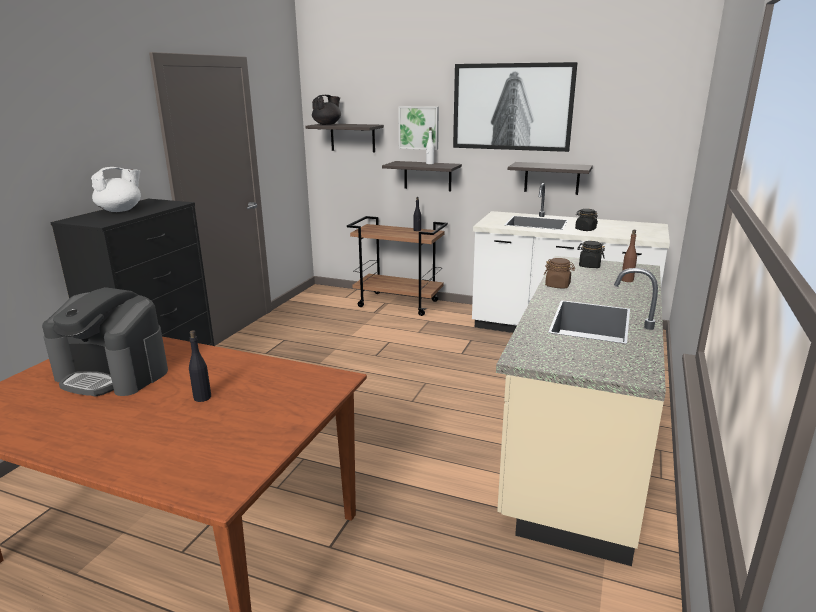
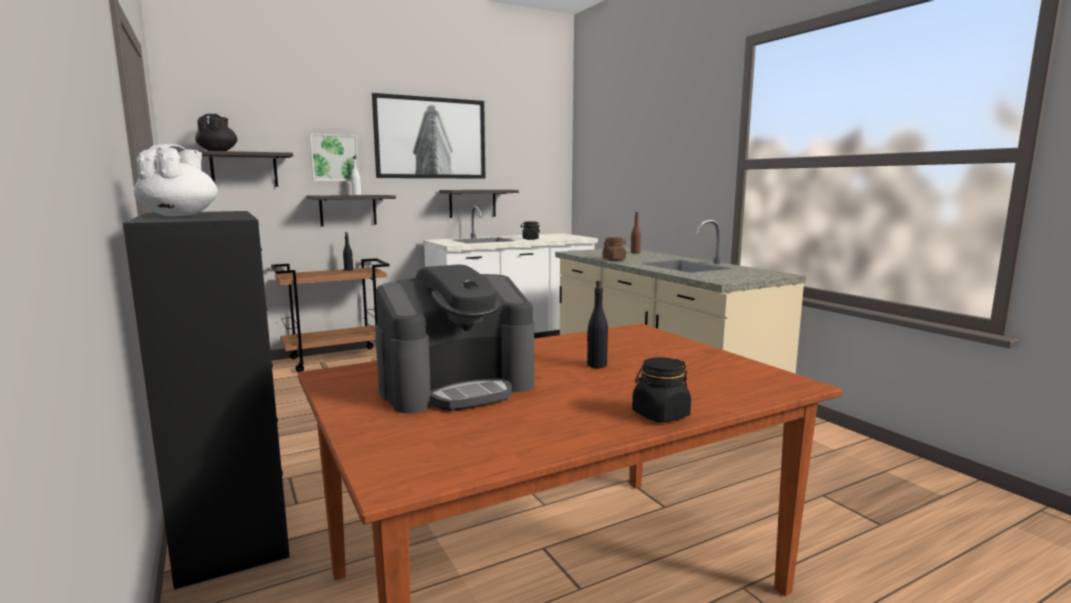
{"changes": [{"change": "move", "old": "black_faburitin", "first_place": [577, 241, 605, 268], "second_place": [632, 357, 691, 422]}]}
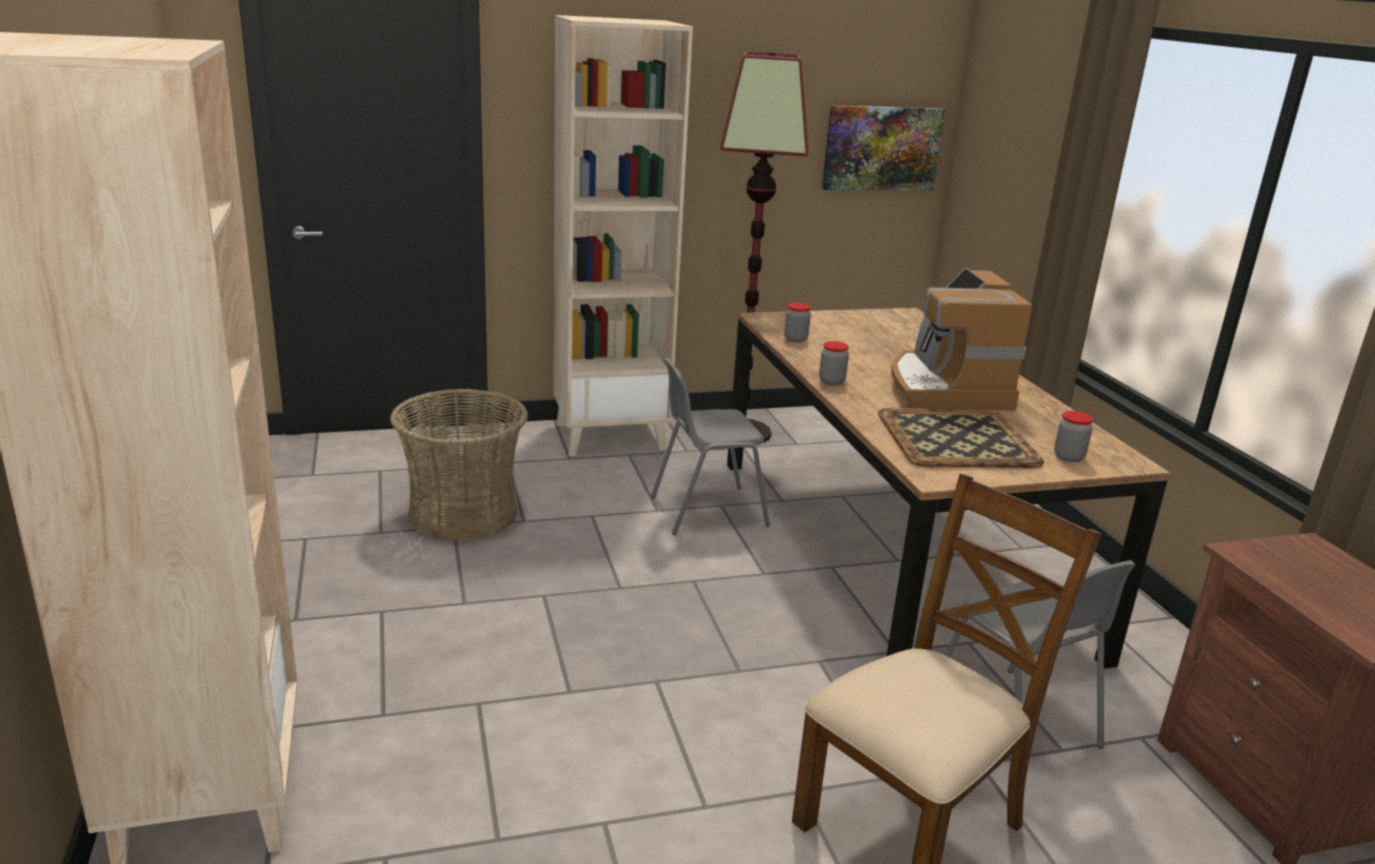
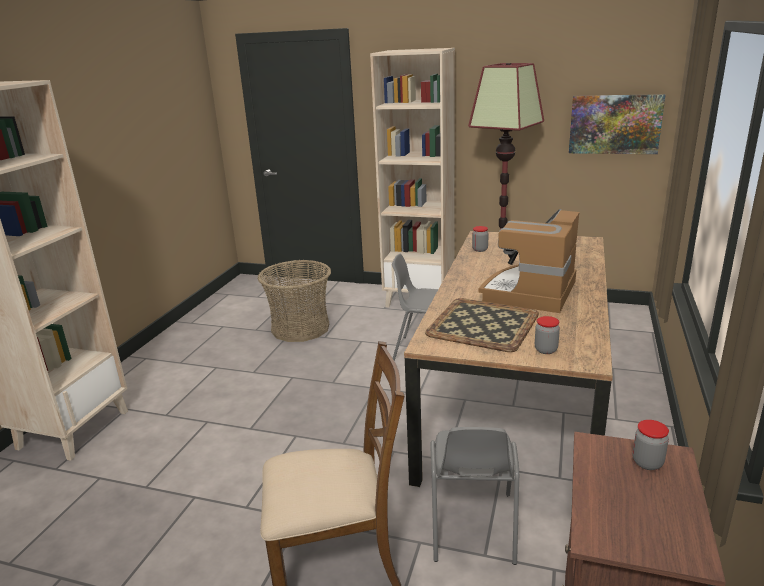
{"changes": [{"change": "move", "old": "faburitin", "first_place": [819, 341, 849, 385], "second_place": [633, 420, 669, 470]}]}
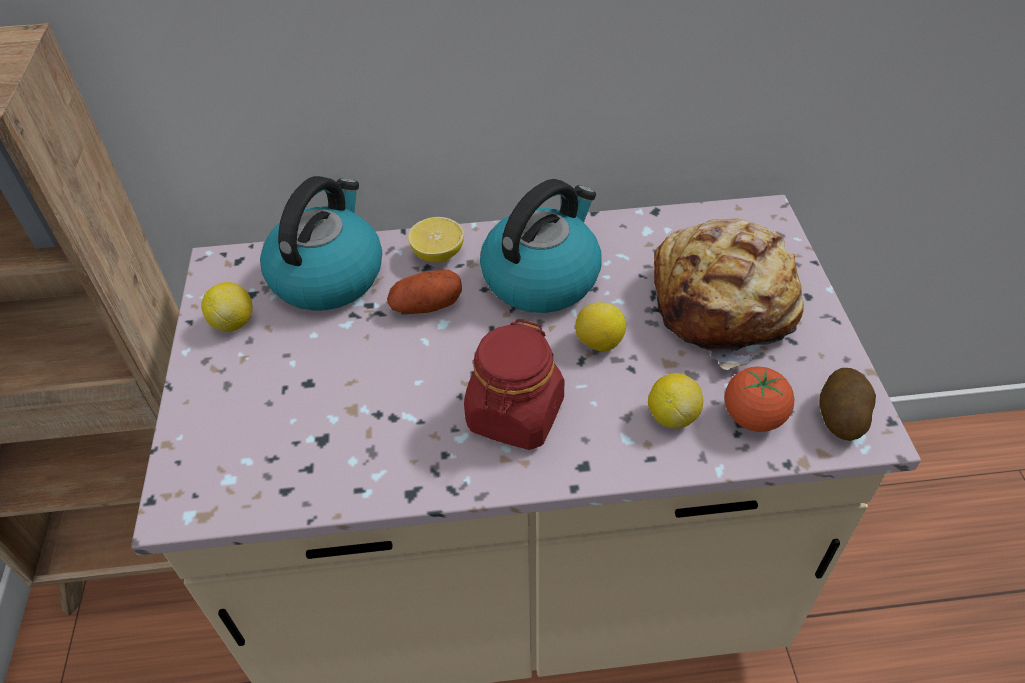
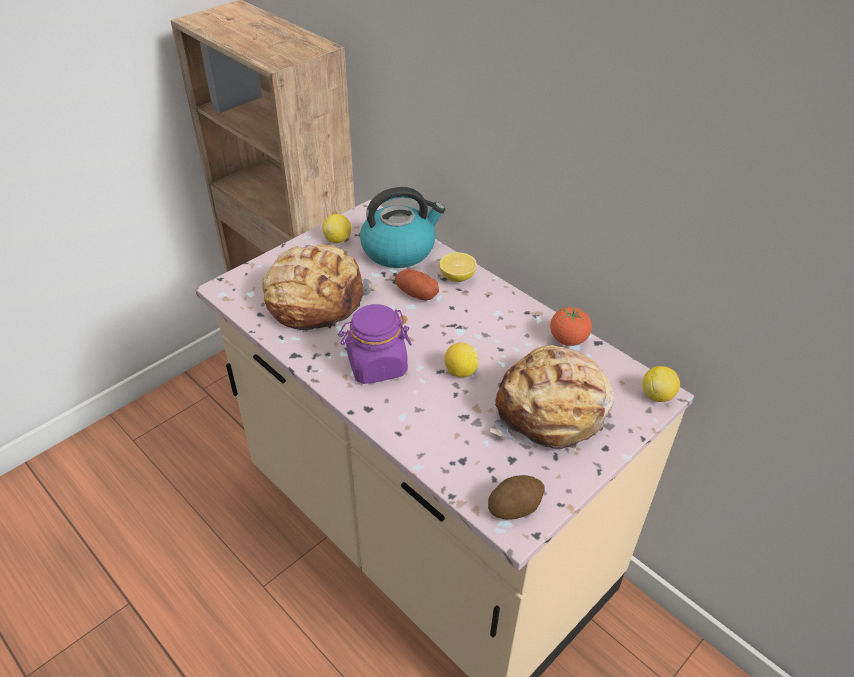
{"changes": [{"change": "delete", "old": "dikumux", "first_place": [480, 179, 601, 313]}, {"change": "insert", "new": "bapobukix", "second_place": [262, 244, 378, 331]}, {"change": "move", "old": "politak", "first_place": [648, 373, 703, 429], "second_place": [642, 366, 680, 402]}, {"change": "move", "old": "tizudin", "first_place": [724, 367, 795, 432], "second_place": [550, 307, 592, 346]}, {"change": "recolor", "old": "red_faburitin", "new": "purple_faburitin", "first_place": [464, 319, 564, 450], "second_place": [338, 304, 412, 384]}]}
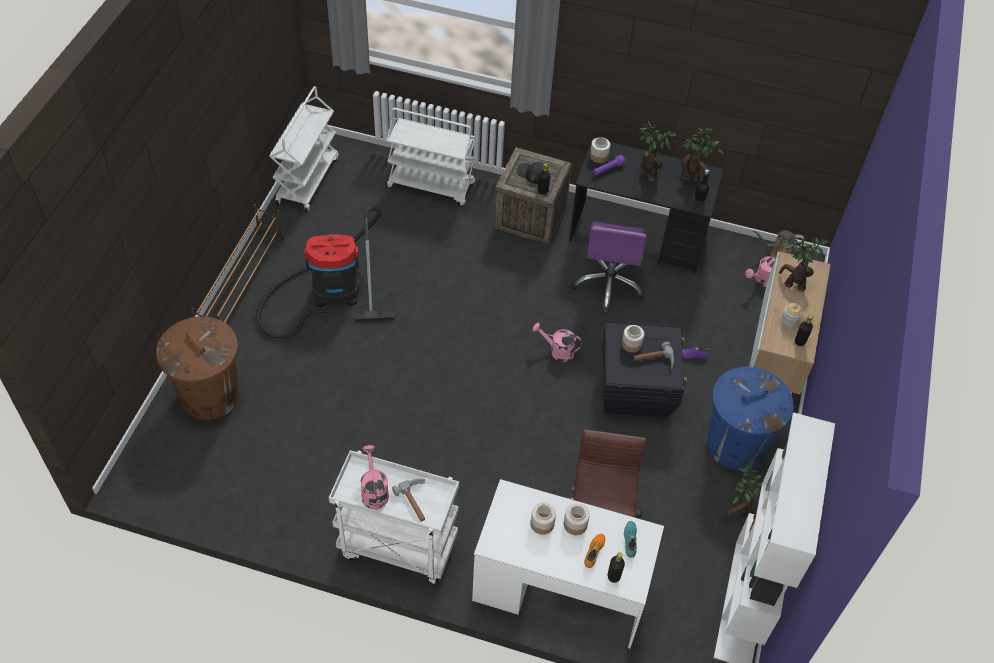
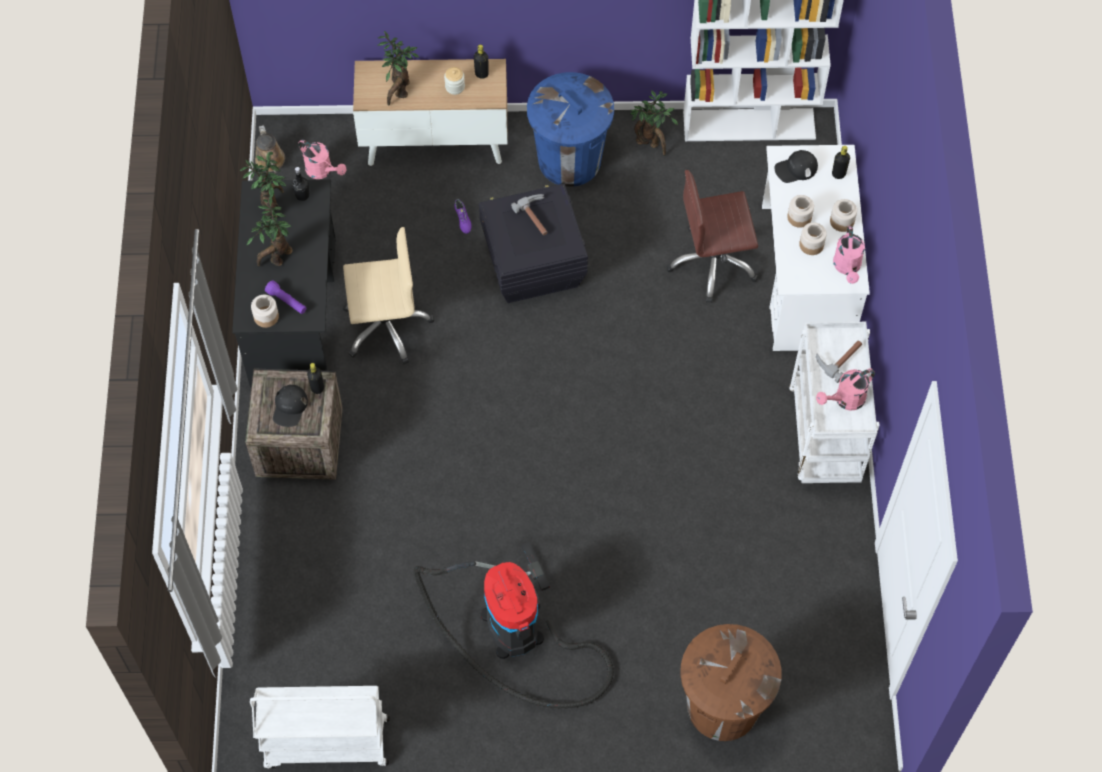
{"changes": [{"change": "delete", "old": "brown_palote", "first_place": [190, 204, 284, 323]}, {"change": "delete", "old": "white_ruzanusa", "first_place": [386, 108, 475, 206]}, {"change": "delete", "old": "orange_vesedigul", "first_place": [584, 534, 605, 568]}, {"change": "move", "old": "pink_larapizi", "first_place": [532, 323, 582, 362], "second_place": [833, 226, 865, 284]}, {"change": "move", "old": "faburitin", "first_place": [622, 325, 644, 353], "second_place": [830, 199, 857, 232]}, {"change": "replace", "old": "turquoise_vesedigul", "new": "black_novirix", "first_place": [624, 521, 637, 558], "second_place": [775, 150, 818, 183]}, {"change": "recolor", "old": "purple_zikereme", "new": "beige_zikereme", "first_place": [571, 222, 647, 313], "second_place": [342, 227, 434, 365]}]}
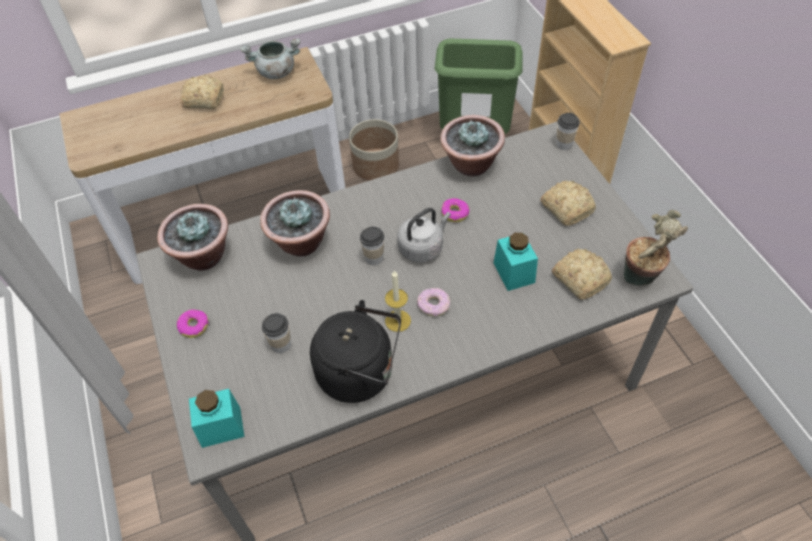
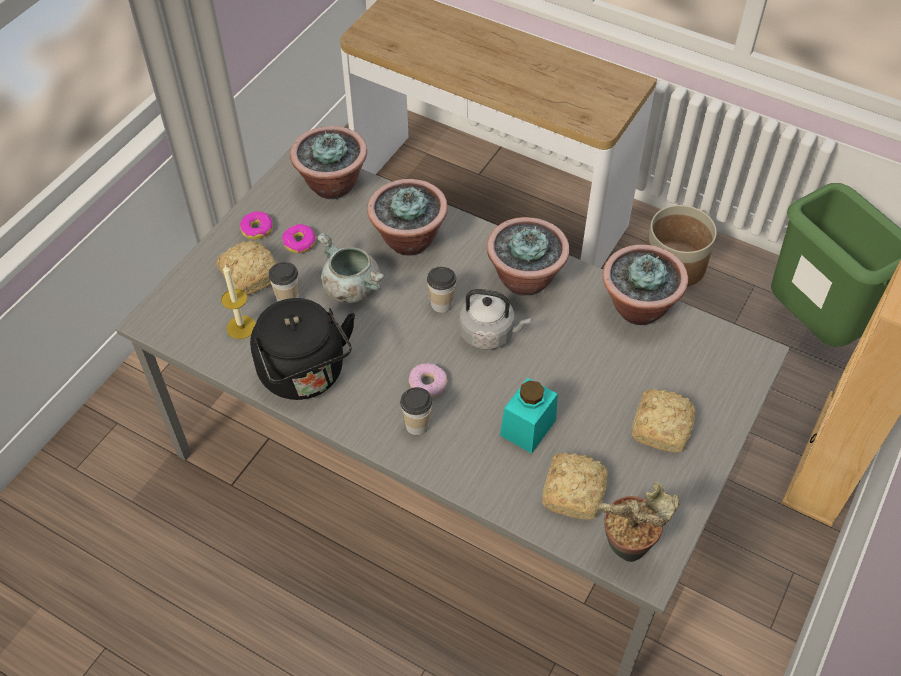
{"changes": [{"change": "delete", "old": "turquoise_faburitin", "first_place": [189, 389, 245, 448]}, {"change": "insert", "new": "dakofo", "second_place": [487, 217, 570, 296]}, {"change": "move", "old": "bapobukix", "first_place": [181, 75, 224, 109], "second_place": [216, 241, 277, 295]}, {"change": "move", "old": "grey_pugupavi", "first_place": [240, 38, 300, 79], "second_place": [316, 232, 385, 303]}, {"change": "move", "old": "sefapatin", "first_place": [385, 270, 411, 332], "second_place": [221, 265, 256, 339]}, {"change": "move", "old": "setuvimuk", "first_place": [441, 198, 470, 222], "second_place": [282, 224, 316, 253]}, {"change": "move", "old": "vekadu", "first_place": [556, 113, 580, 150], "second_place": [400, 387, 432, 435]}]}
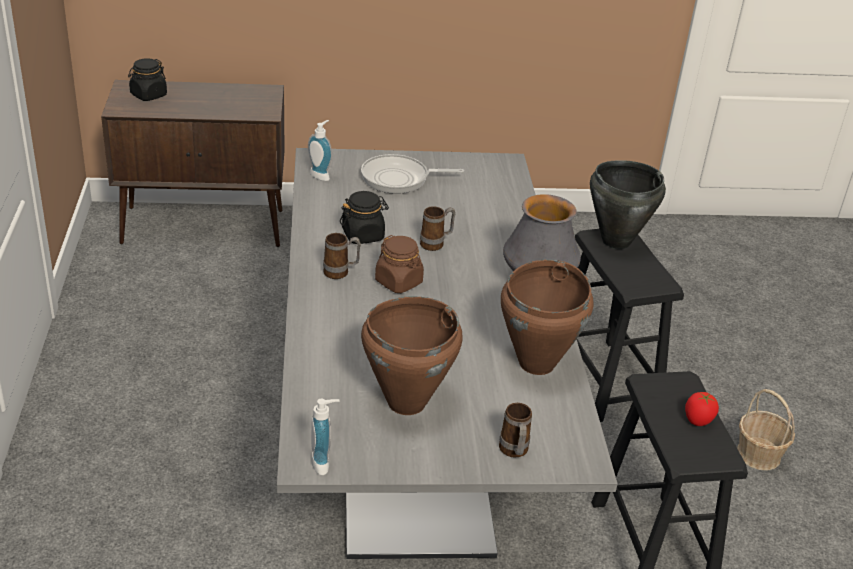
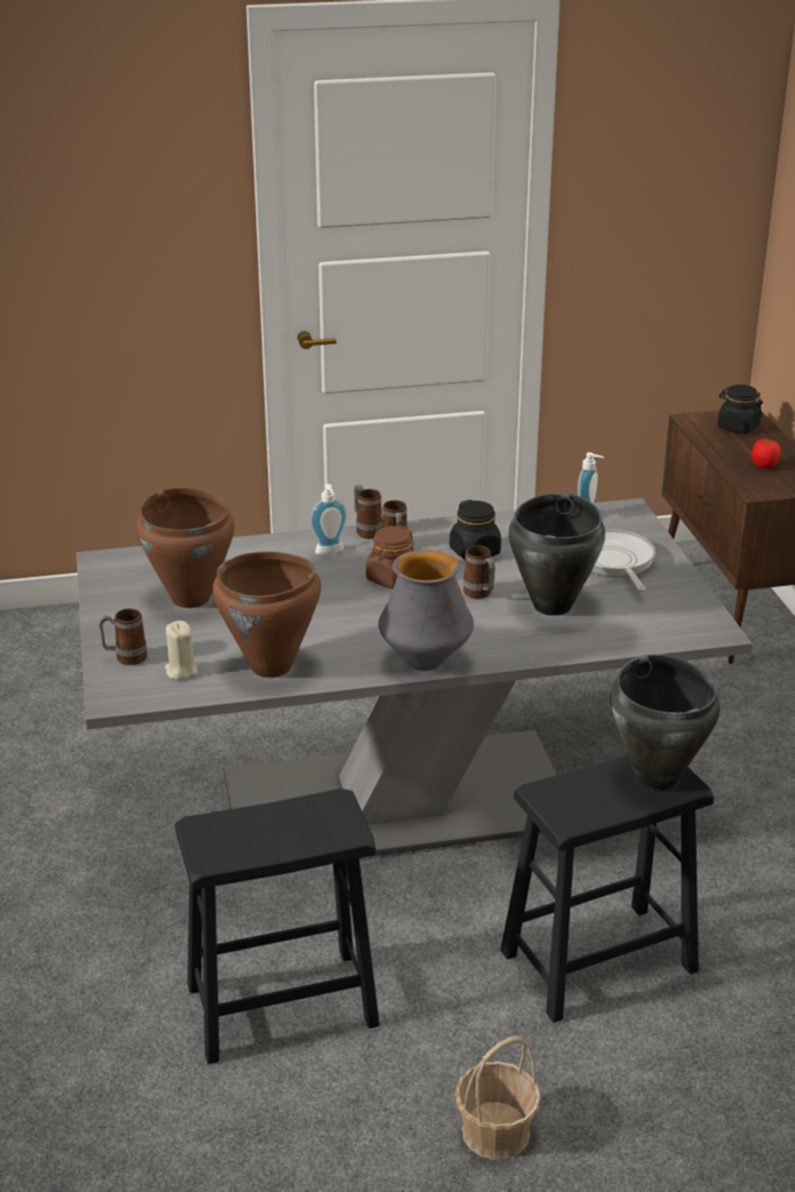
{"changes": [{"change": "insert", "new": "beige_sefapatin", "second_place": [165, 621, 197, 680]}, {"change": "insert", "new": "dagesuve", "second_place": [354, 485, 383, 539]}, {"change": "insert", "new": "black_pugupavi", "second_place": [508, 493, 605, 616]}, {"change": "move", "old": "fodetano", "first_place": [311, 399, 340, 475], "second_place": [310, 484, 347, 555]}, {"change": "move", "old": "tizudin", "first_place": [685, 392, 719, 426], "second_place": [752, 439, 781, 468]}]}
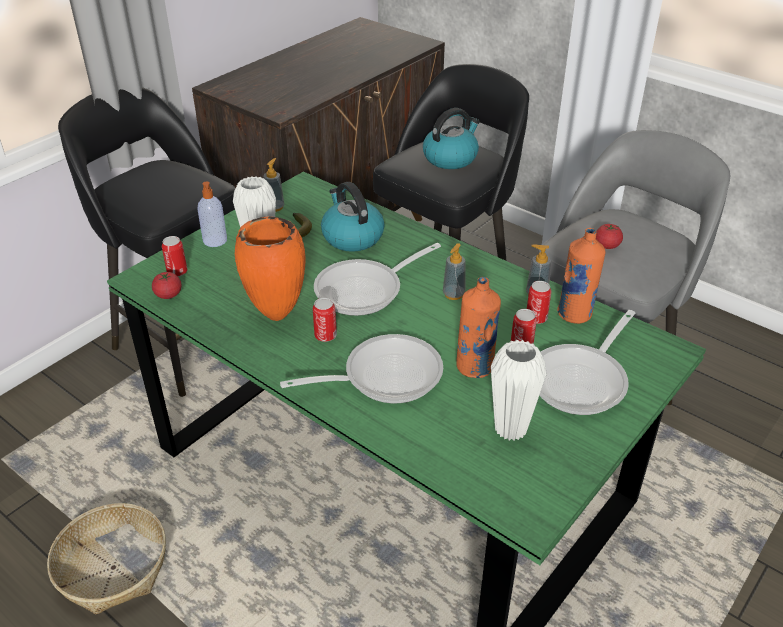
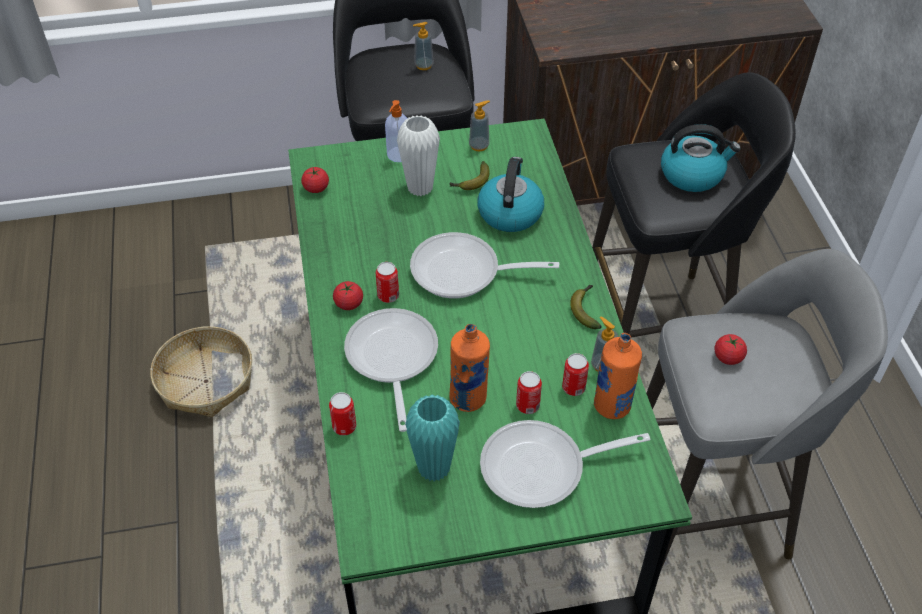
{"changes": [{"change": "delete", "old": "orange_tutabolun", "first_place": [235, 216, 306, 321]}, {"change": "insert", "new": "tizudin", "second_place": [333, 281, 363, 310]}, {"change": "insert", "new": "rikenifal", "second_place": [570, 285, 602, 329]}, {"change": "move", "old": "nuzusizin", "first_place": [162, 236, 187, 277], "second_place": [329, 392, 356, 435]}, {"change": "move", "old": "fodetano", "first_place": [443, 243, 466, 300], "second_place": [413, 22, 434, 70]}, {"change": "recolor", "old": "white_tutabolun", "new": "turquoise_tutabolun", "first_place": [491, 340, 547, 441], "second_place": [405, 395, 460, 482]}, {"change": "rotate", "old": "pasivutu", "first_place": [280, 334, 443, 403], "second_place": [344, 308, 438, 432], "degrees": -120}]}
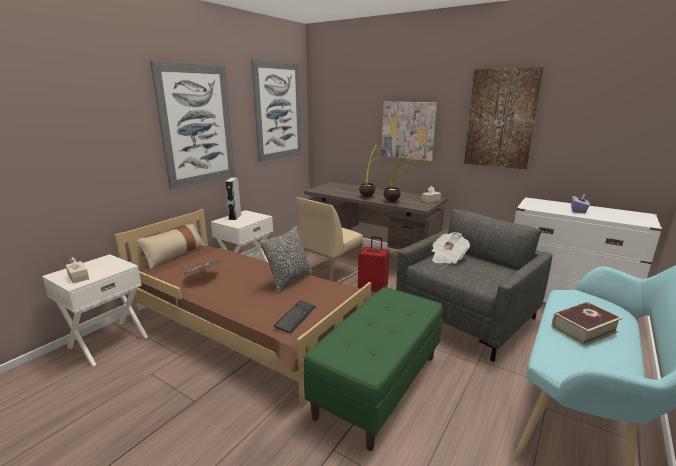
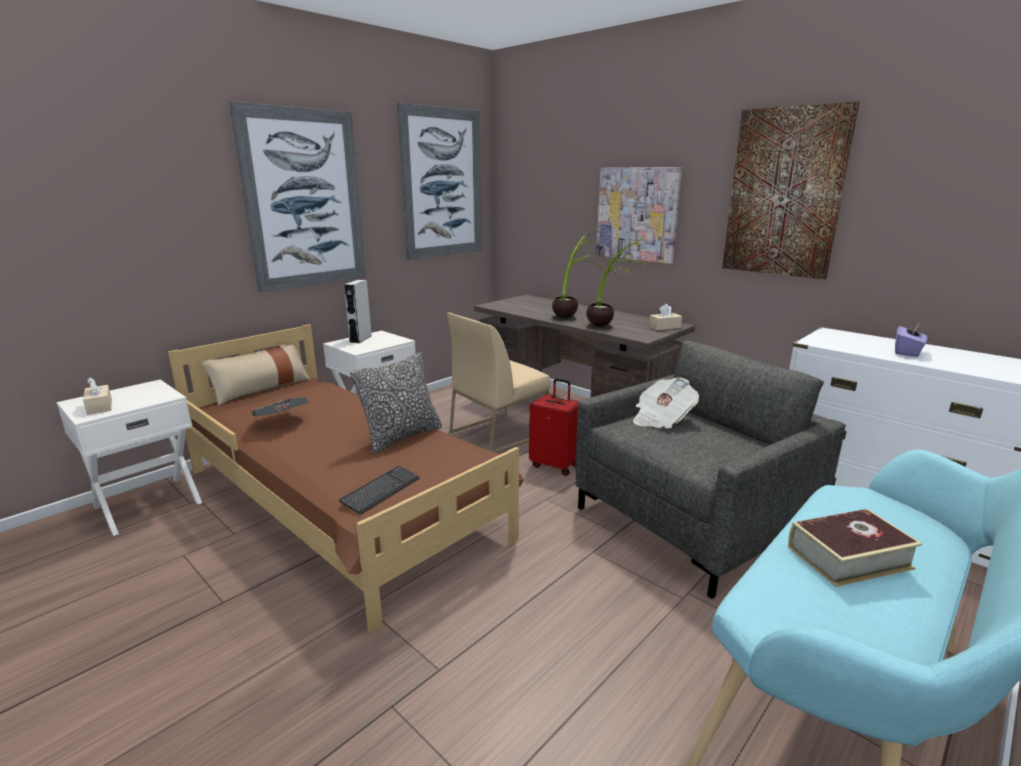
{"changes": [{"change": "delete", "old": "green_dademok", "first_place": [304, 287, 443, 451]}]}
